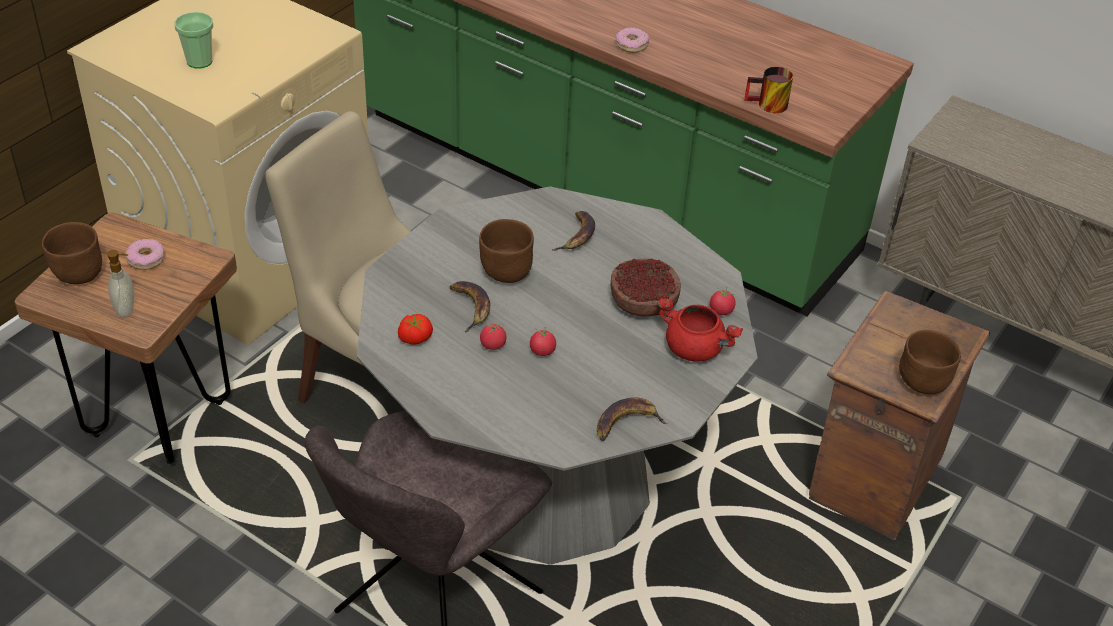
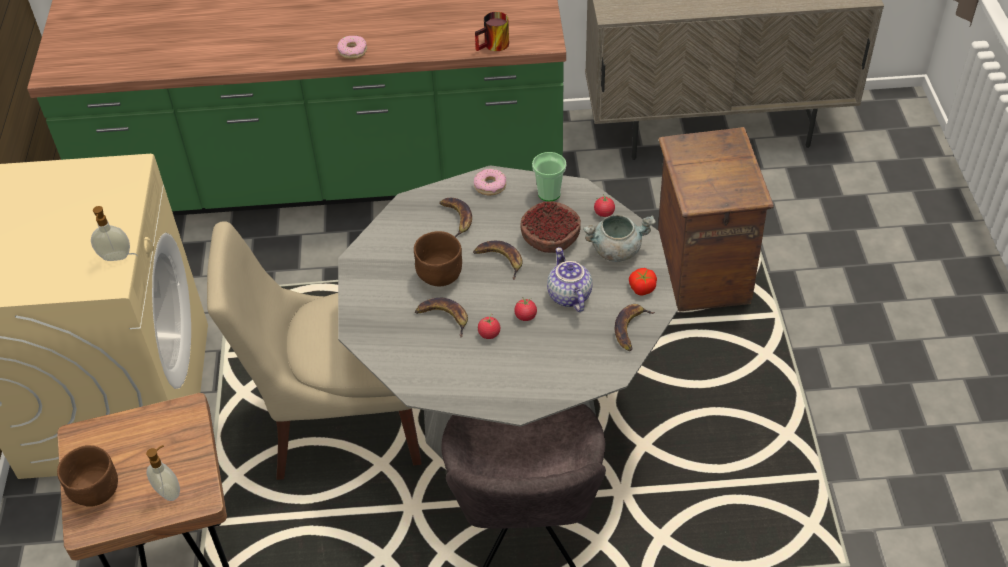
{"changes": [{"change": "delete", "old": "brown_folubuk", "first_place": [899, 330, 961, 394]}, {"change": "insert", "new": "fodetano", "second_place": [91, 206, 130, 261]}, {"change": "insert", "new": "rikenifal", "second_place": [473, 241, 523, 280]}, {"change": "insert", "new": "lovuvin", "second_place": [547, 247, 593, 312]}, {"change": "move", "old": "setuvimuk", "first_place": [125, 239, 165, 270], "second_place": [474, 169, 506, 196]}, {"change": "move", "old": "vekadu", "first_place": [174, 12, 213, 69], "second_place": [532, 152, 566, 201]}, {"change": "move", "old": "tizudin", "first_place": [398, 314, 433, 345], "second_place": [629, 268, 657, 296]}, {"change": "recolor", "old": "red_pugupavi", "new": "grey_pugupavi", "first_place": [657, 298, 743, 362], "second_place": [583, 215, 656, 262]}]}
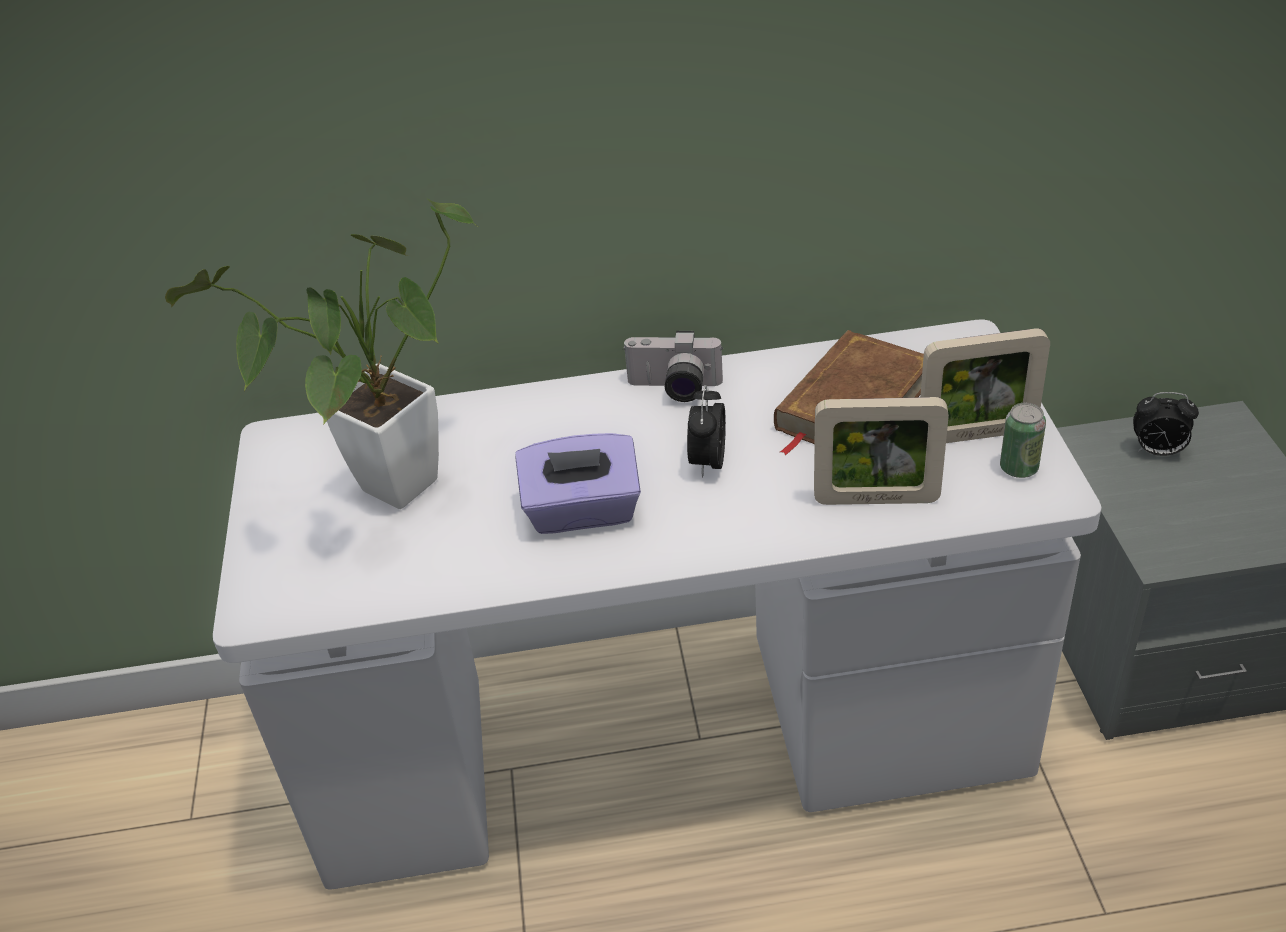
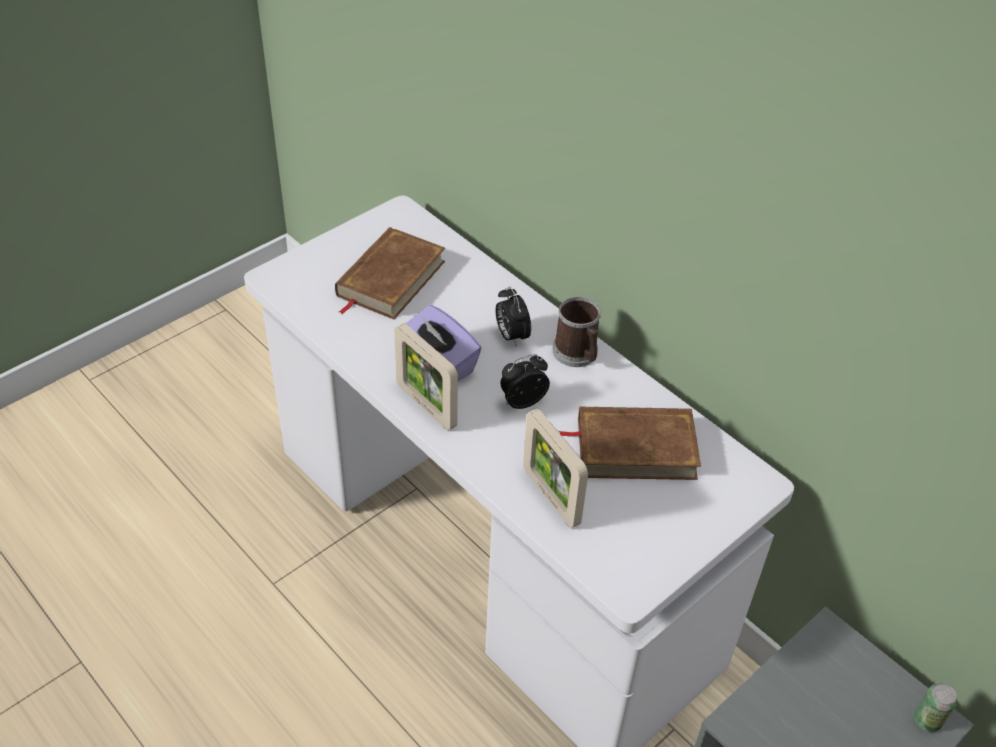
{"changes": [{"change": "move", "old": "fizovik", "first_place": [920, 328, 1050, 443], "second_place": [394, 323, 458, 430]}, {"change": "move", "old": "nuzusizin", "first_place": [1000, 403, 1046, 478], "second_place": [914, 683, 957, 732]}, {"change": "move", "old": "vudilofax", "first_place": [1133, 392, 1199, 456], "second_place": [496, 286, 531, 346]}, {"change": "replace", "old": "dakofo", "new": "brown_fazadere", "first_place": [165, 198, 478, 509], "second_place": [335, 227, 445, 320]}, {"change": "replace", "old": "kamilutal", "new": "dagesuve", "first_place": [622, 331, 723, 402], "second_place": [553, 297, 601, 367]}]}
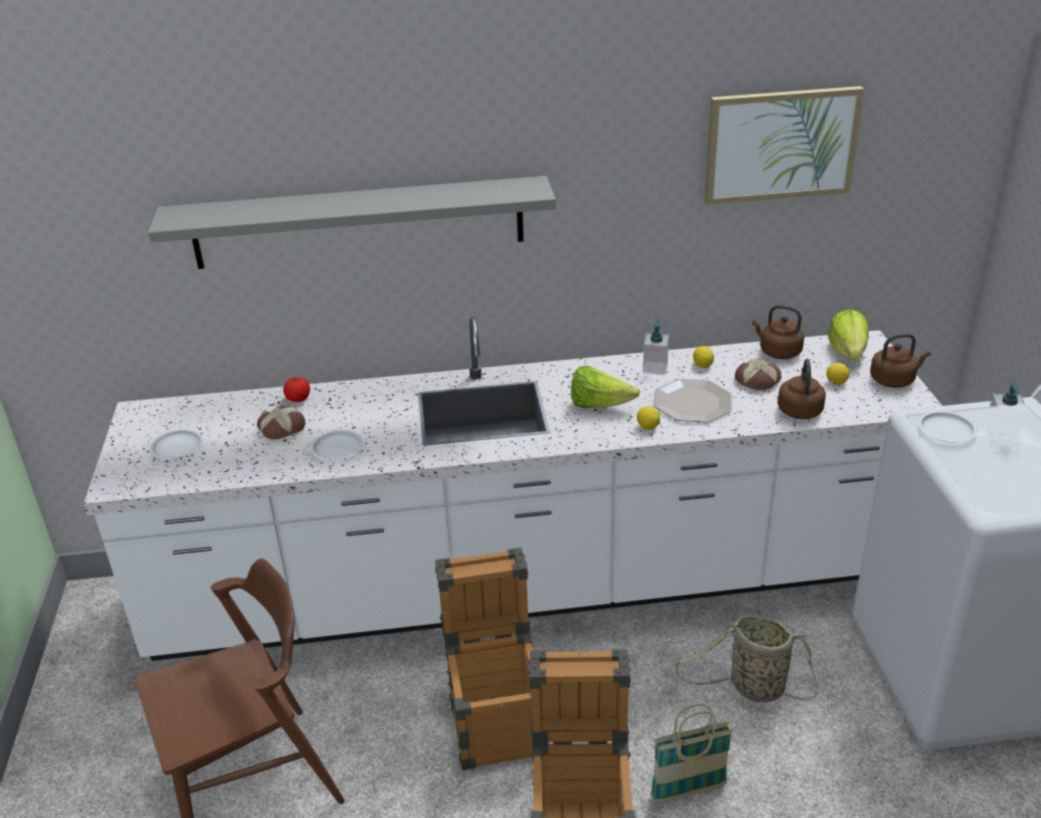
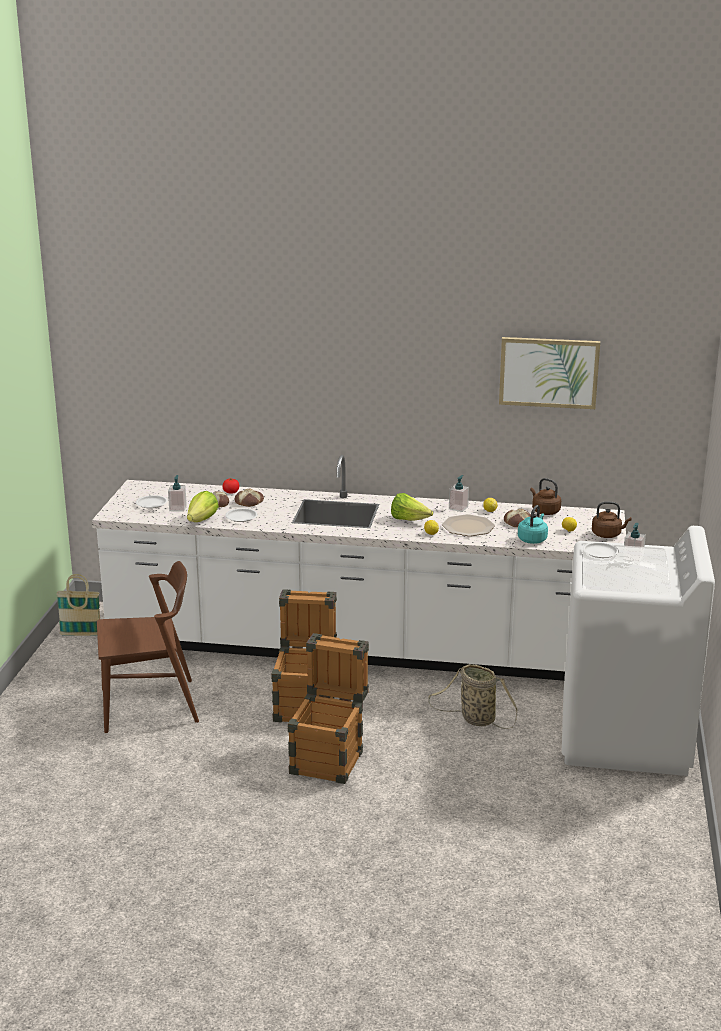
{"changes": [{"change": "delete", "old": "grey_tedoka", "first_place": [148, 176, 556, 269]}, {"change": "insert", "new": "fodetano", "second_place": [168, 475, 187, 512]}, {"change": "insert", "new": "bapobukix", "second_place": [234, 488, 264, 507]}, {"change": "move", "old": "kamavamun", "first_place": [650, 704, 733, 804], "second_place": [56, 574, 100, 636]}, {"change": "move", "old": "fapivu", "first_place": [828, 309, 869, 360], "second_place": [187, 491, 219, 522]}, {"change": "recolor", "old": "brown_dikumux", "new": "turquoise_dikumux", "first_place": [778, 359, 826, 419], "second_place": [518, 505, 548, 544]}]}
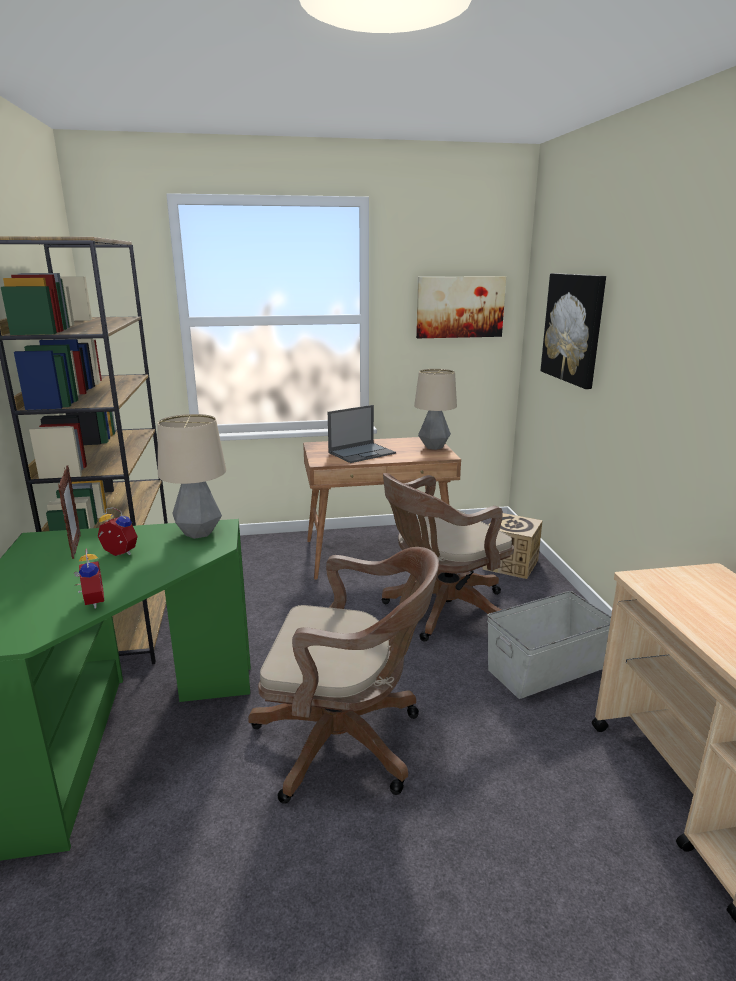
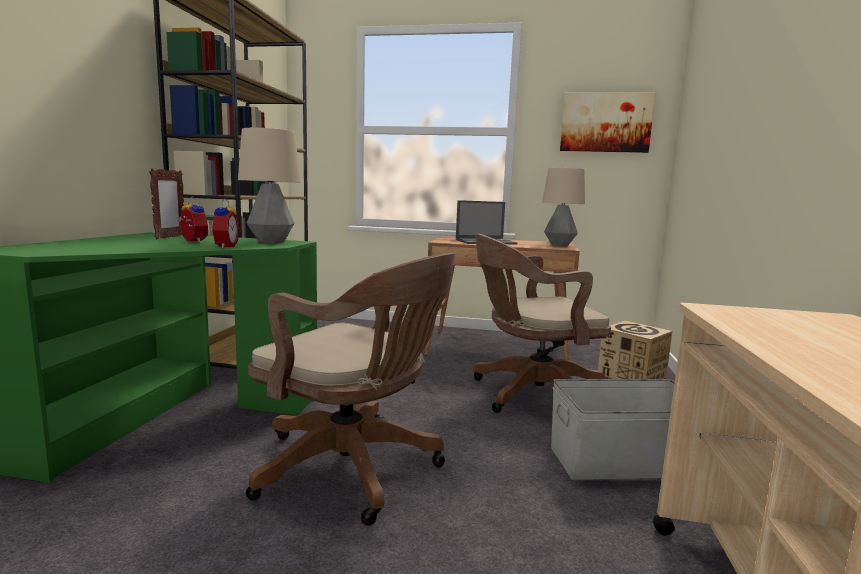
{"changes": [{"change": "delete", "old": "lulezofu", "first_place": [540, 273, 606, 389]}, {"change": "move", "old": "vudilofax", "first_place": [73, 548, 104, 609], "second_place": [209, 199, 239, 248]}]}
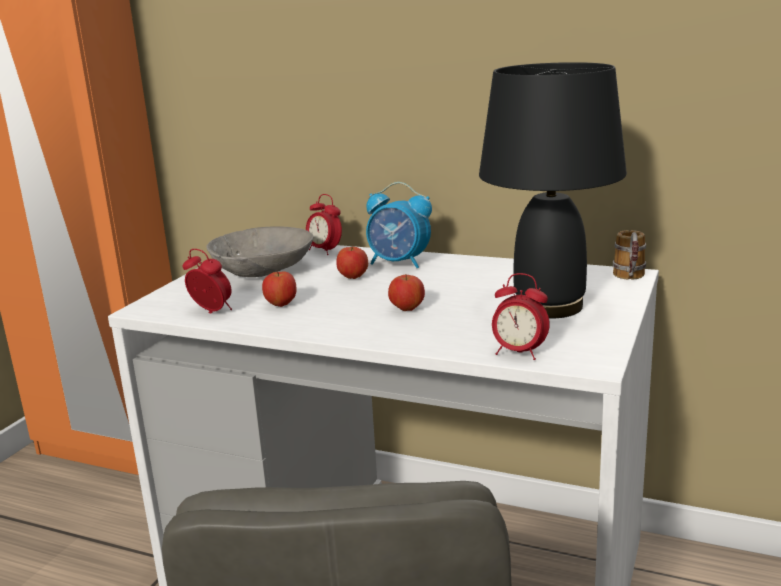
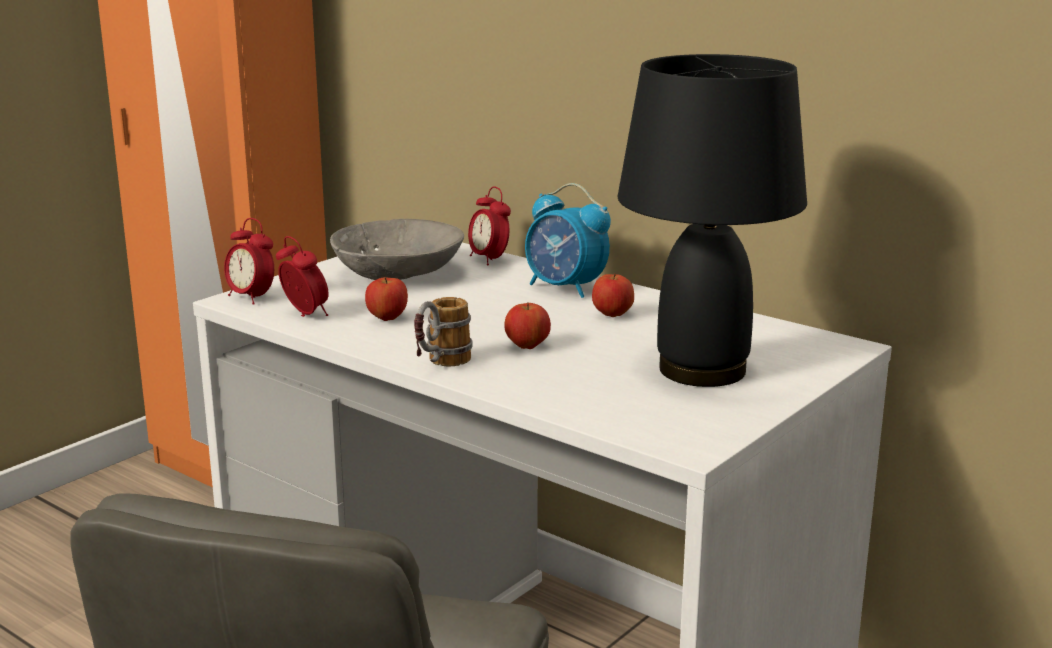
{"changes": [{"change": "move", "old": "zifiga", "first_place": [336, 246, 368, 279], "second_place": [592, 273, 634, 317]}, {"change": "move", "old": "vudilofax", "first_place": [492, 273, 550, 360], "second_place": [224, 218, 274, 304]}, {"change": "move", "old": "dagesuve", "first_place": [613, 230, 646, 280], "second_place": [414, 297, 473, 366]}]}
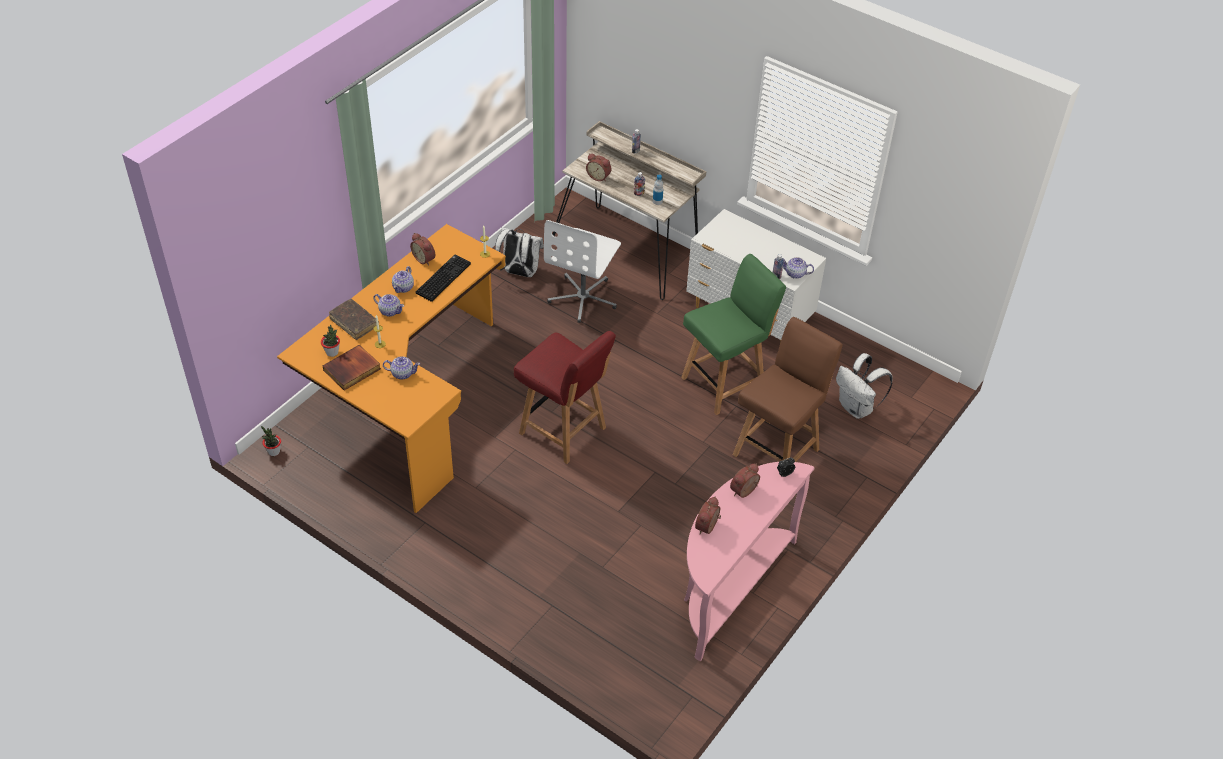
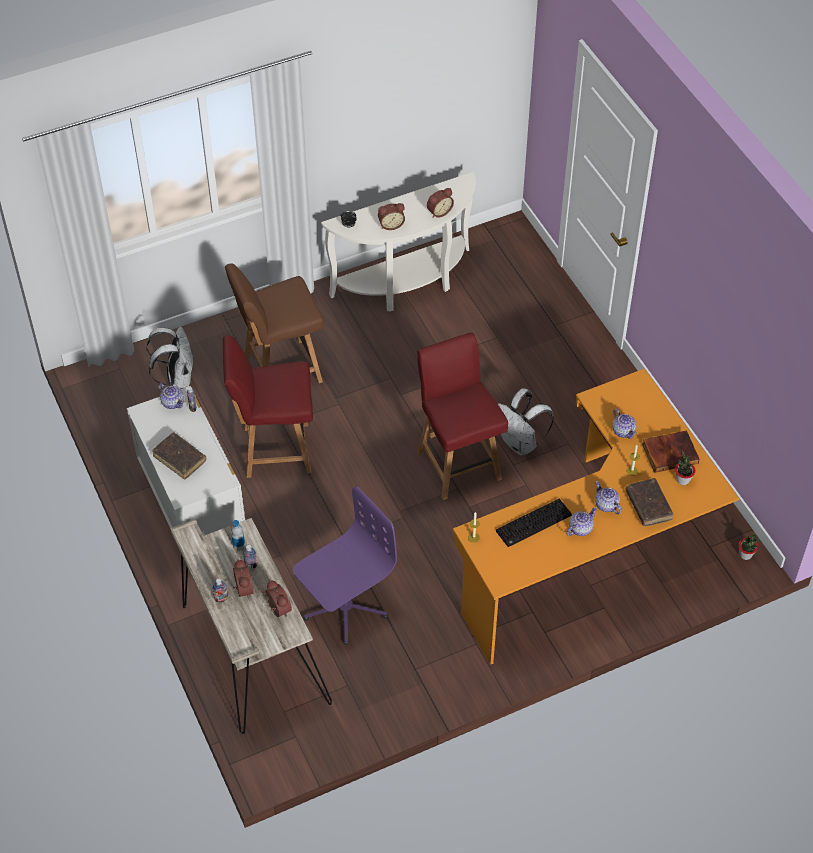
{"changes": [{"change": "insert", "new": "brown_fazadere", "second_place": [152, 432, 206, 480]}, {"change": "move", "old": "vudilofax", "first_place": [410, 233, 435, 266], "second_place": [233, 559, 254, 598]}, {"change": "move", "old": "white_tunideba", "first_place": [495, 227, 544, 277], "second_place": [498, 388, 554, 456]}, {"change": "recolor", "old": "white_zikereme", "new": "purple_zikereme", "first_place": [544, 220, 621, 323], "second_place": [293, 486, 397, 644]}, {"change": "recolor", "old": "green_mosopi", "new": "red_mosopi", "first_place": [681, 254, 786, 415], "second_place": [223, 335, 313, 478]}, {"change": "recolor", "old": "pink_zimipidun", "new": "white_zimipidun", "first_place": [684, 462, 815, 661], "second_place": [321, 172, 476, 312]}, {"change": "rotate", "old": "lovuvin", "first_place": [383, 356, 420, 379], "second_place": [613, 409, 636, 439], "degrees": -150}]}
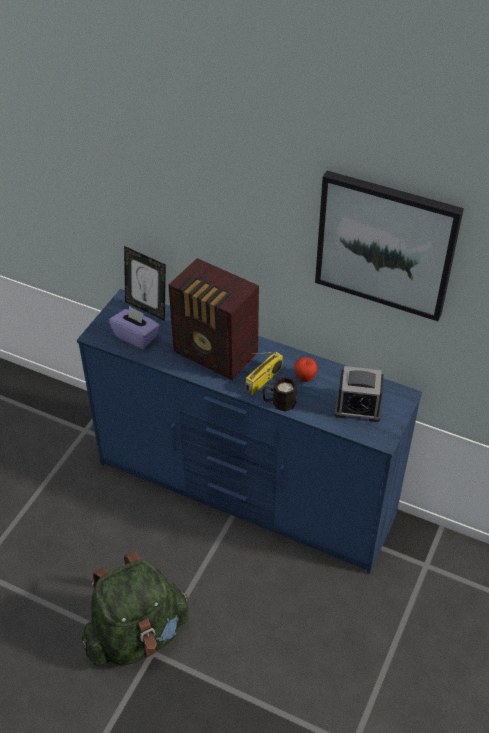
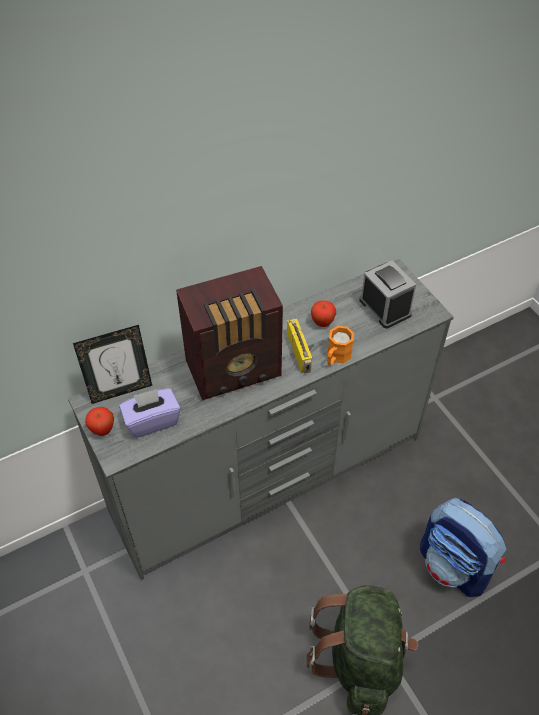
{"changes": [{"change": "delete", "old": "lulezofu", "first_place": [315, 171, 464, 321]}, {"change": "insert", "new": "zifiga", "second_place": [85, 407, 114, 436]}, {"change": "insert", "new": "tunideba", "second_place": [420, 498, 506, 597]}, {"change": "recolor", "old": "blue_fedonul", "new": "grey_fedonul", "first_place": [77, 289, 422, 574], "second_place": [68, 259, 454, 580]}, {"change": "recolor", "old": "black_dagesuve", "new": "orange_dagesuve", "first_place": [262, 376, 297, 412], "second_place": [327, 326, 354, 365]}, {"change": "rotate", "old": "vudilofax", "first_place": [335, 366, 384, 422], "second_place": [359, 260, 416, 329], "degrees": -75}]}
